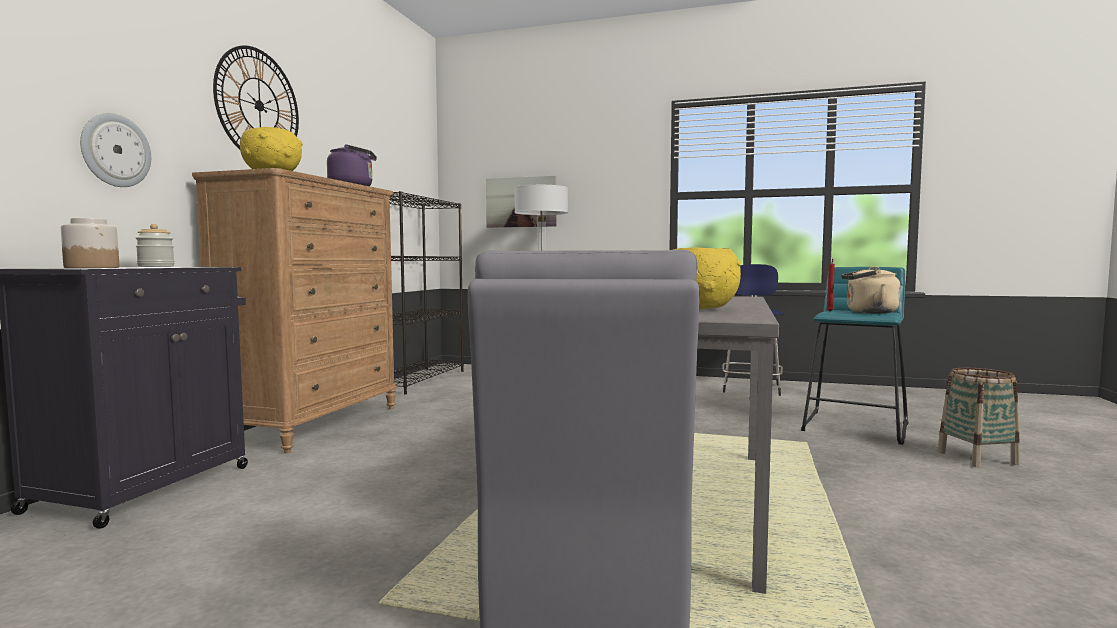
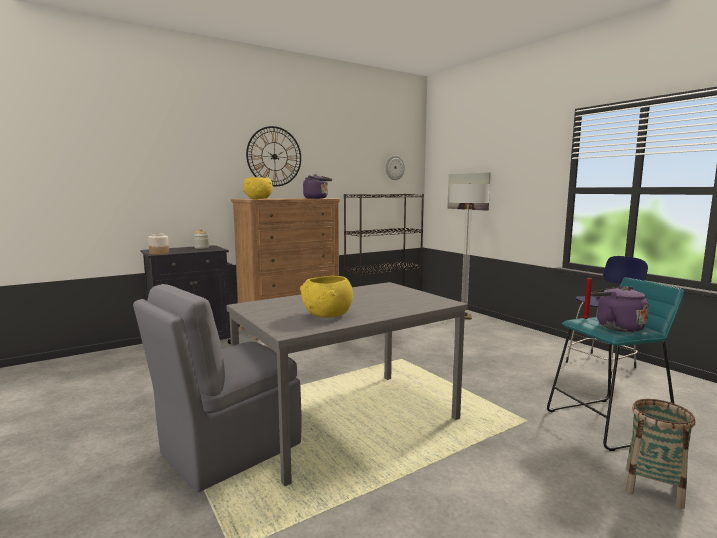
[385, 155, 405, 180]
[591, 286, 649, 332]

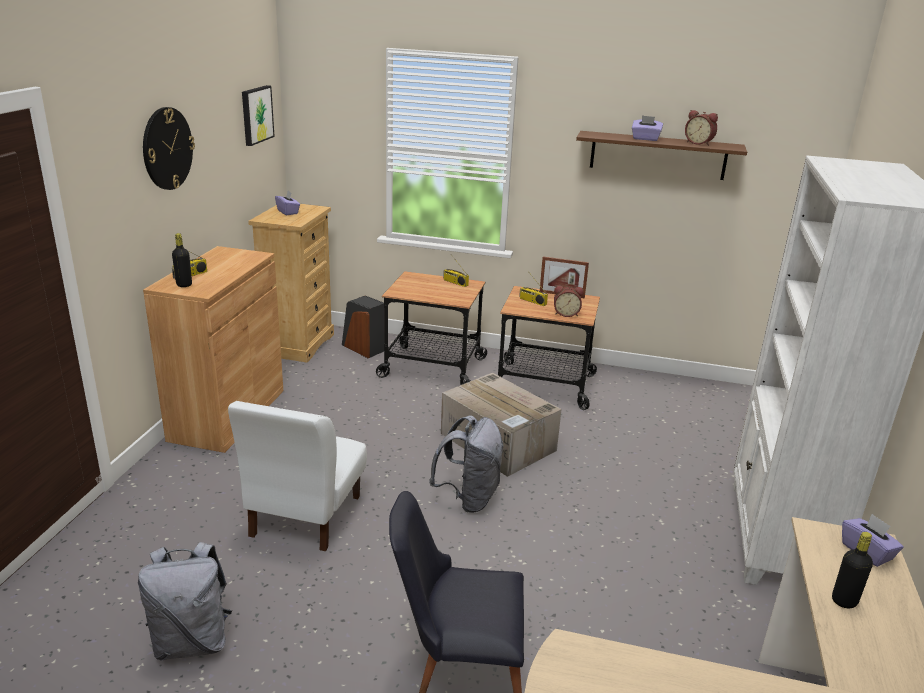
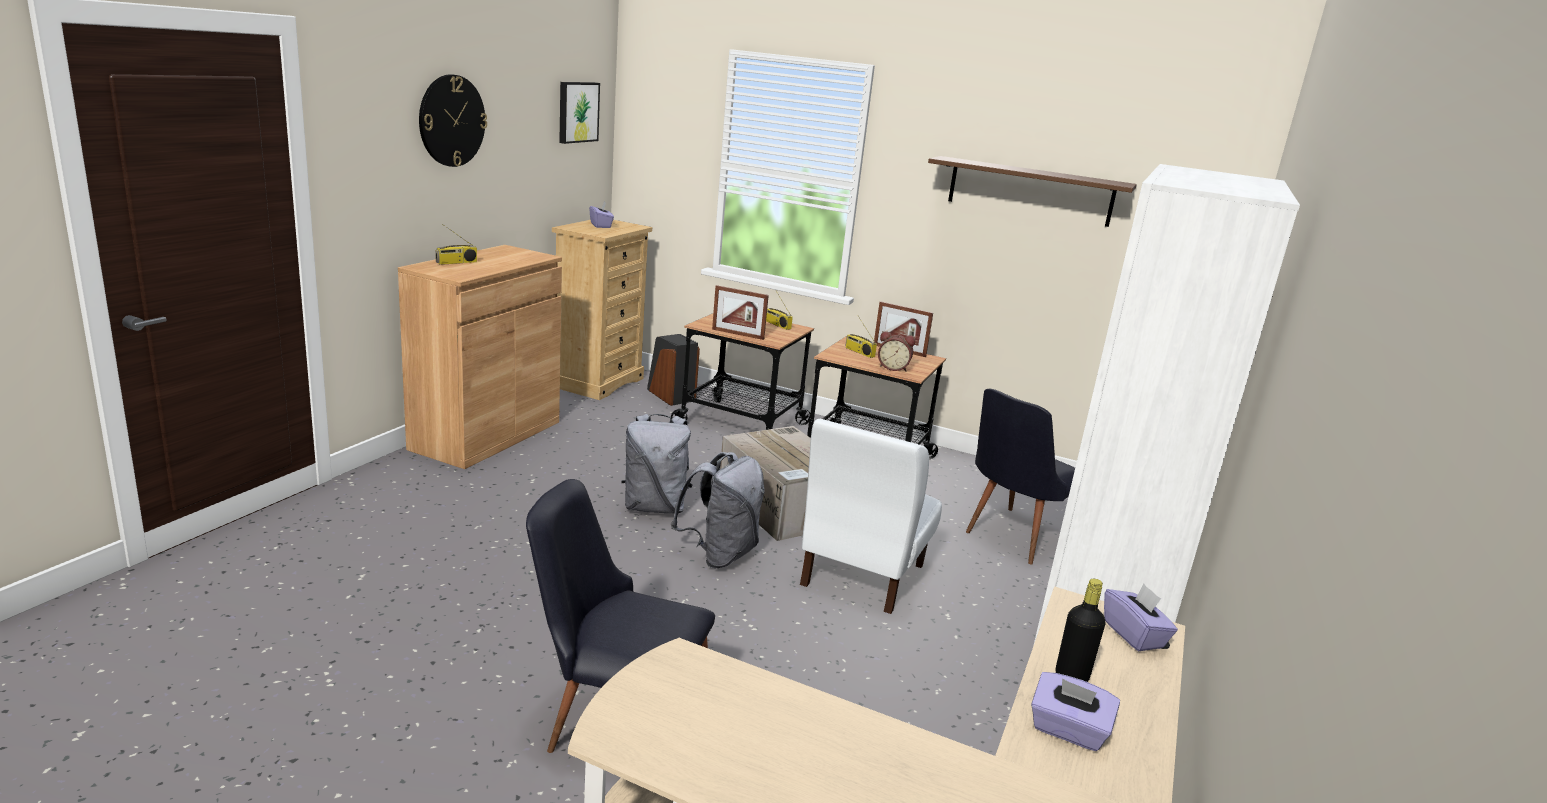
[621, 414, 693, 514]
[712, 285, 769, 340]
[800, 419, 942, 614]
[966, 389, 1075, 565]
[1031, 672, 1120, 751]
[172, 233, 192, 287] (first image)
[685, 110, 718, 146] (first image)

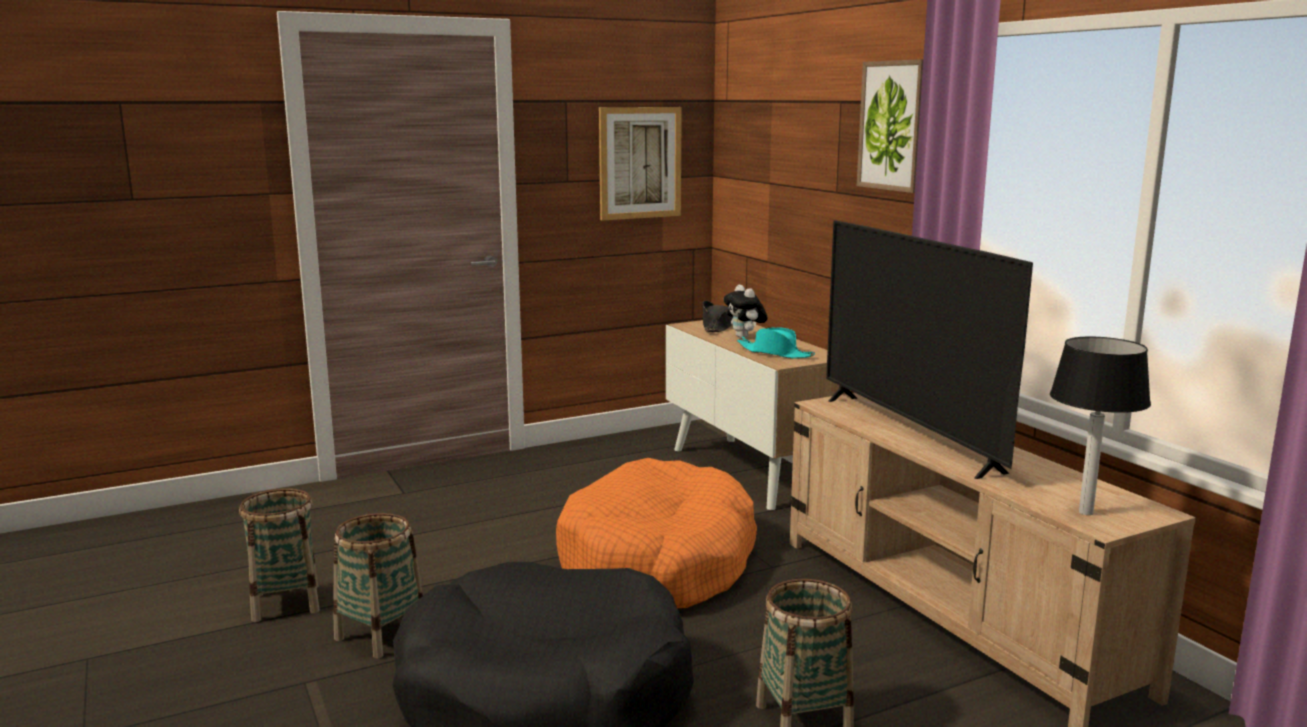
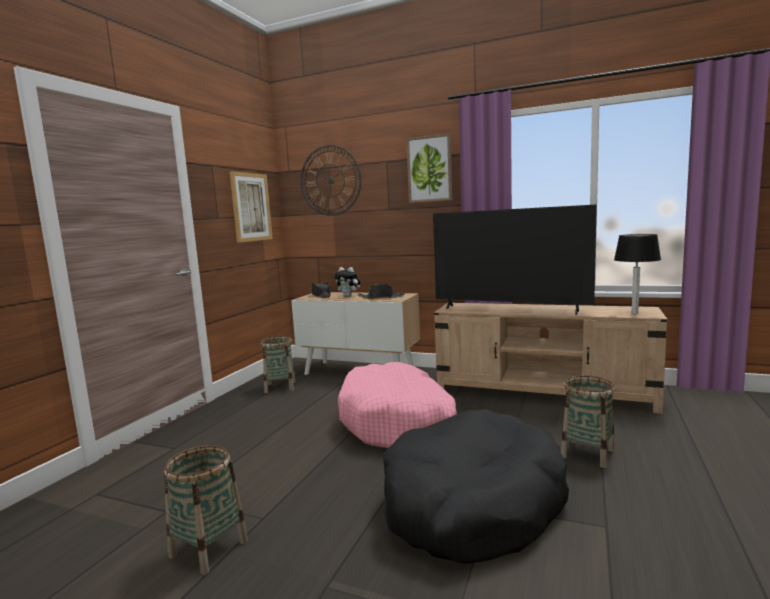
[260, 336, 296, 393]
[301, 145, 361, 216]
[338, 362, 457, 448]
[358, 284, 405, 299]

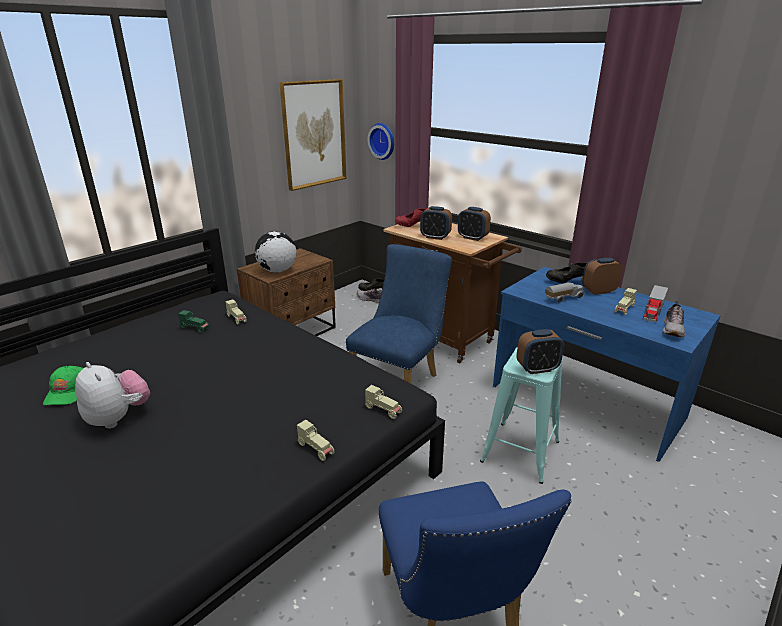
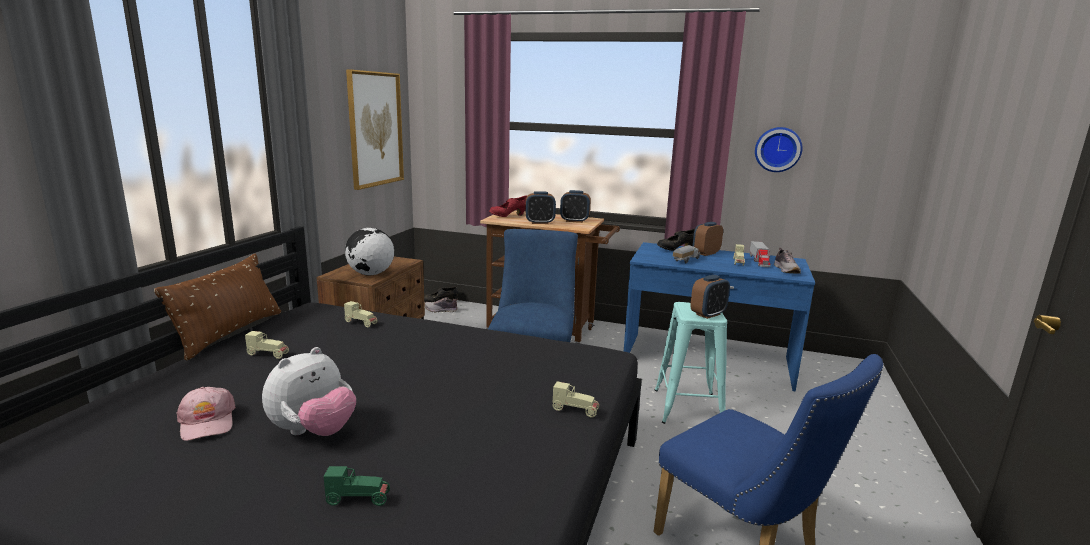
[154, 253, 281, 361]
[176, 387, 236, 441]
[245, 331, 289, 359]
[262, 347, 356, 436]
[324, 466, 390, 506]
[755, 127, 802, 172]

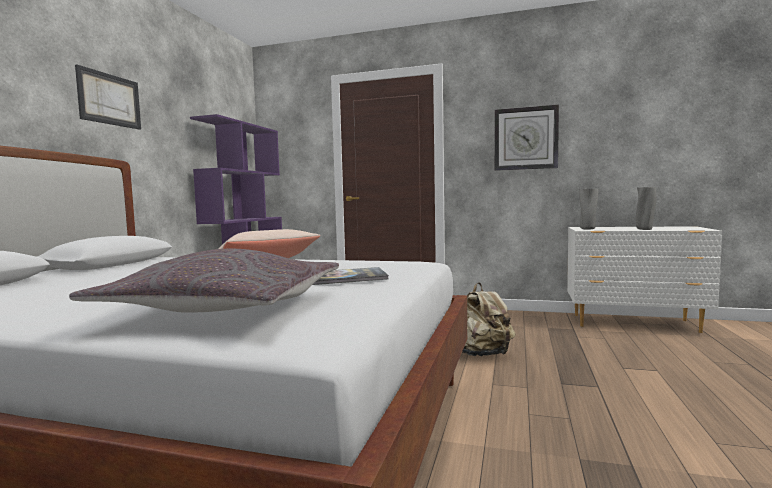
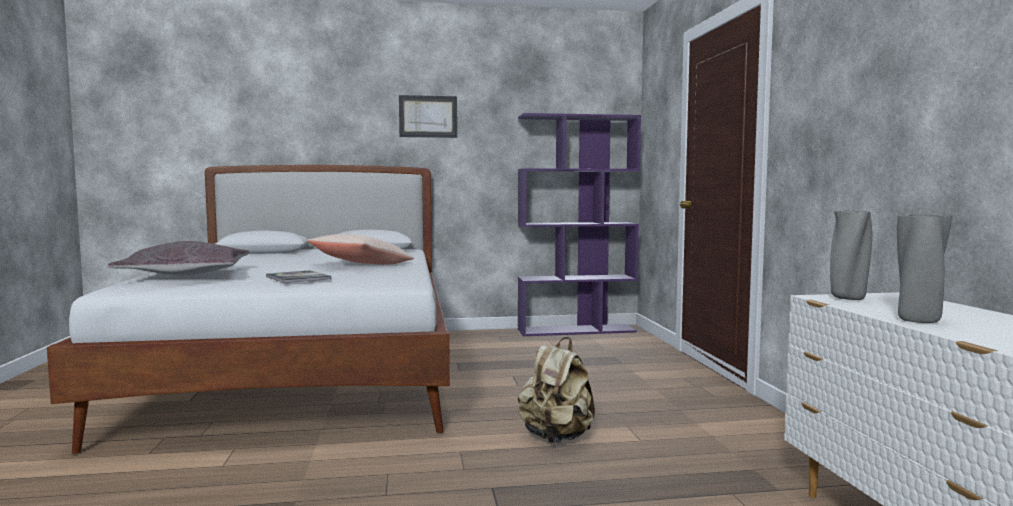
[495, 105, 559, 171] (first image)

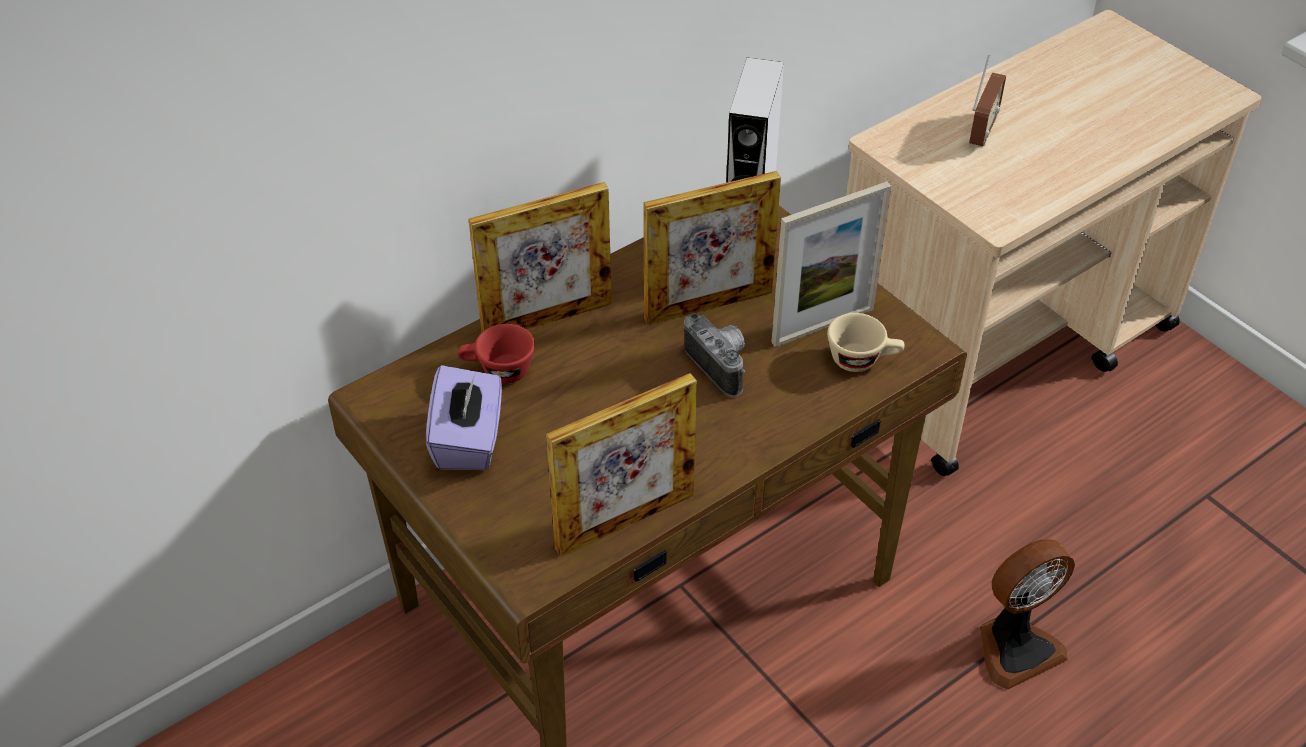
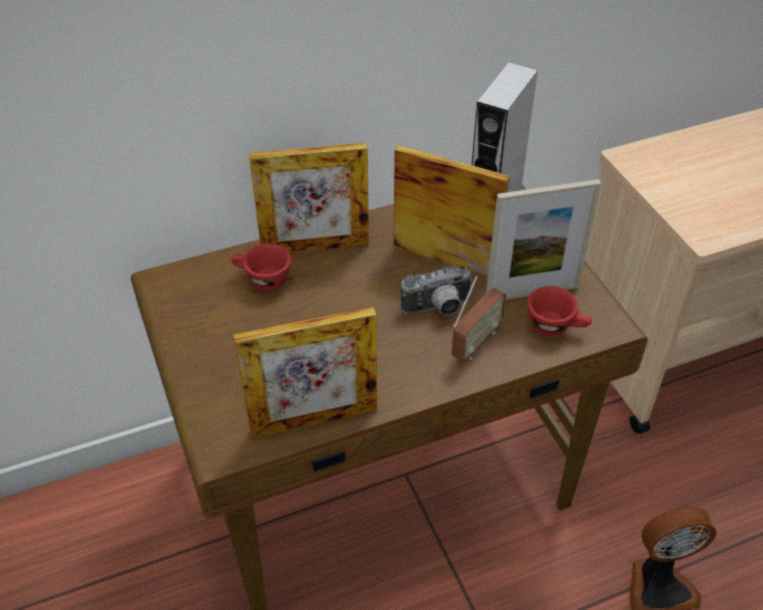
[393, 145, 510, 276]
[401, 266, 473, 315]
[451, 276, 506, 362]
[527, 286, 592, 336]
[426, 365, 502, 470] (first image)

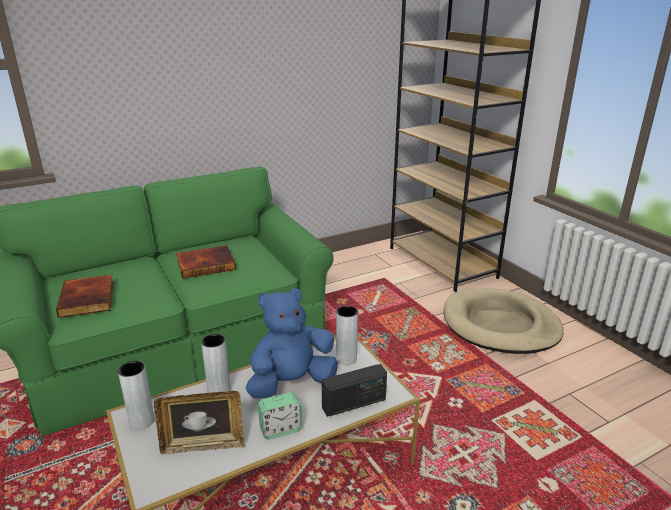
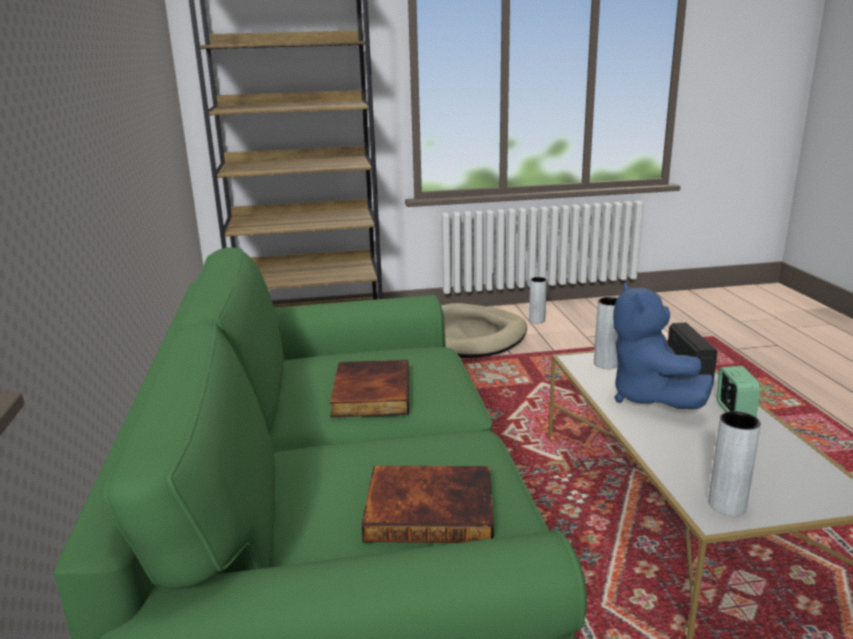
[529, 277, 547, 323]
[154, 391, 244, 455] (first image)

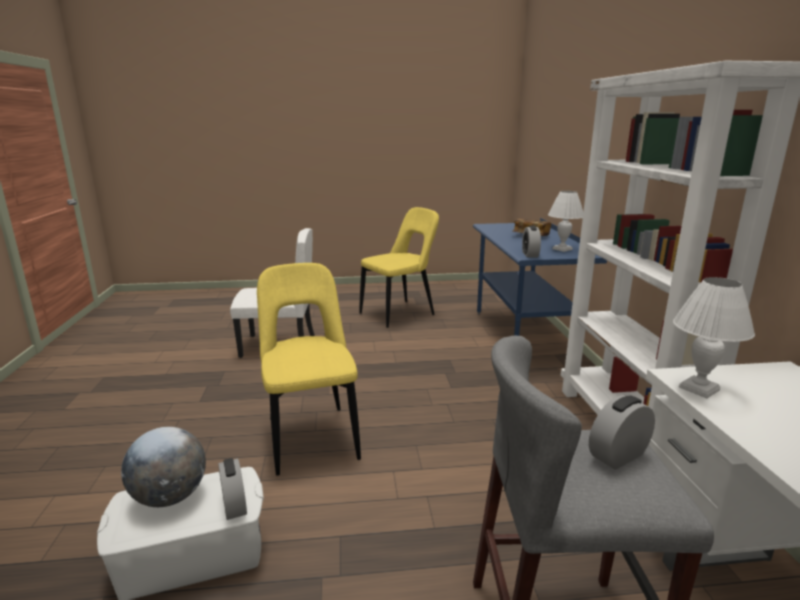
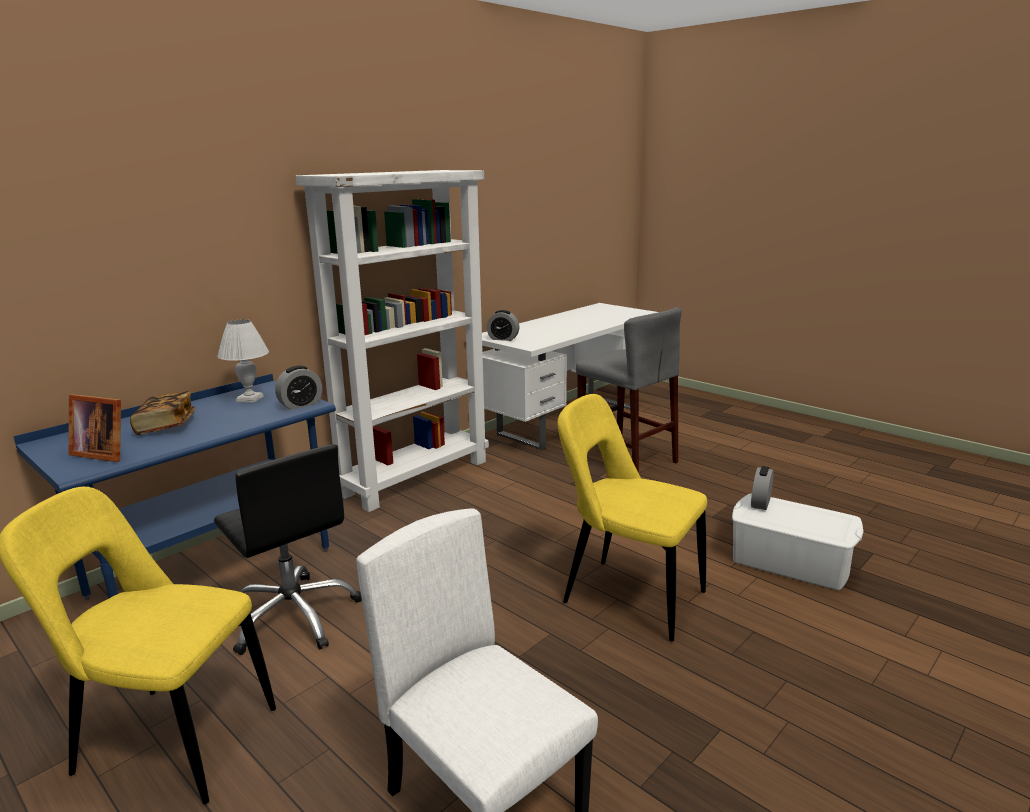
[68, 394, 121, 462]
[214, 444, 362, 655]
[487, 310, 519, 341]
[557, 394, 707, 641]
[121, 427, 206, 507] (first image)
[673, 277, 755, 398] (first image)

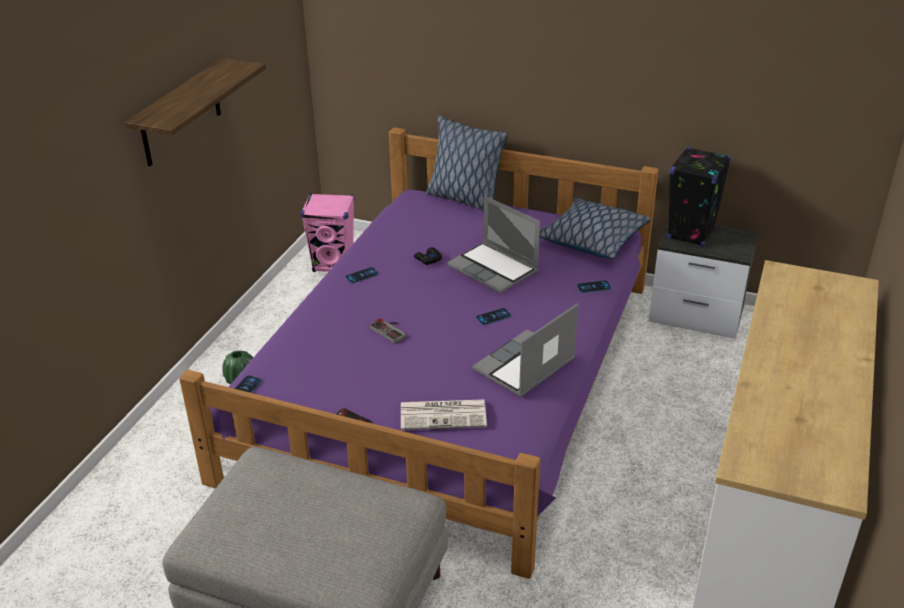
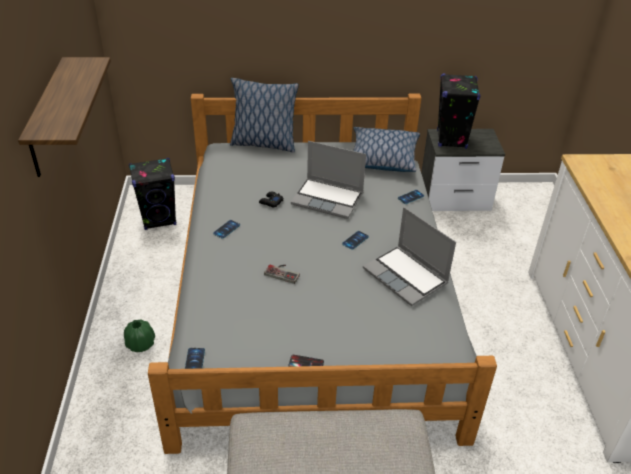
[129, 158, 176, 230]
[148, 93, 497, 454]
[363, 207, 456, 306]
[401, 399, 487, 430] (first image)

